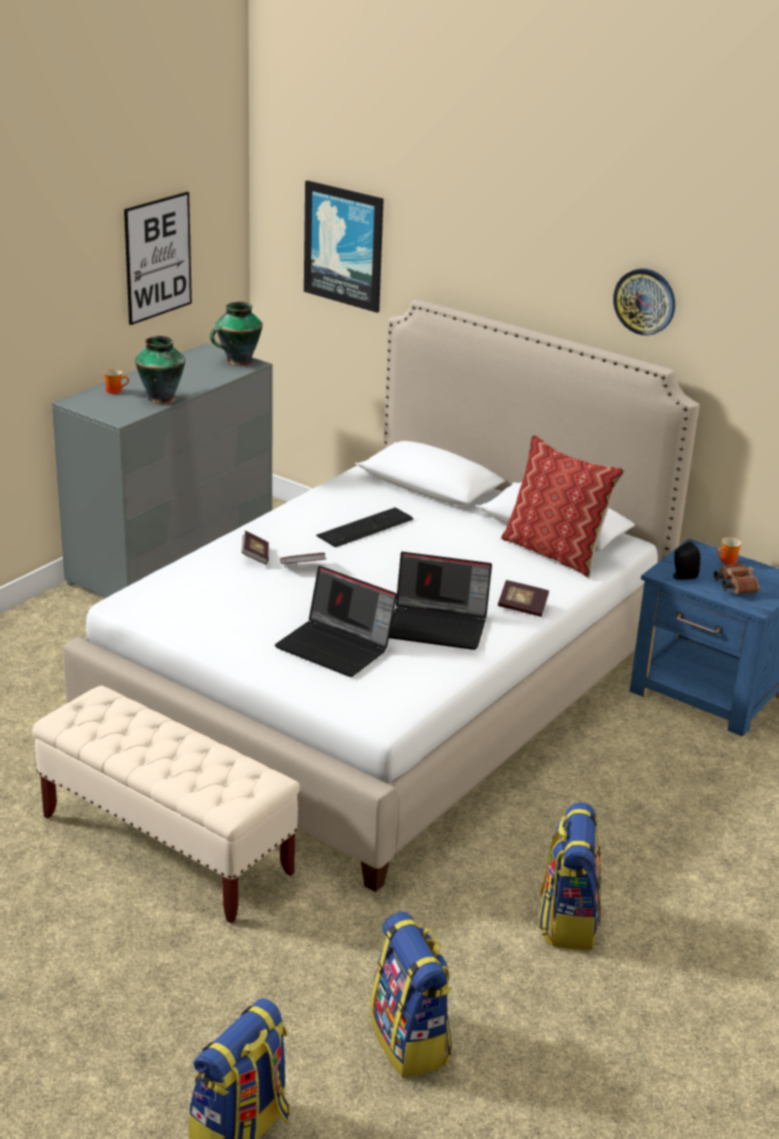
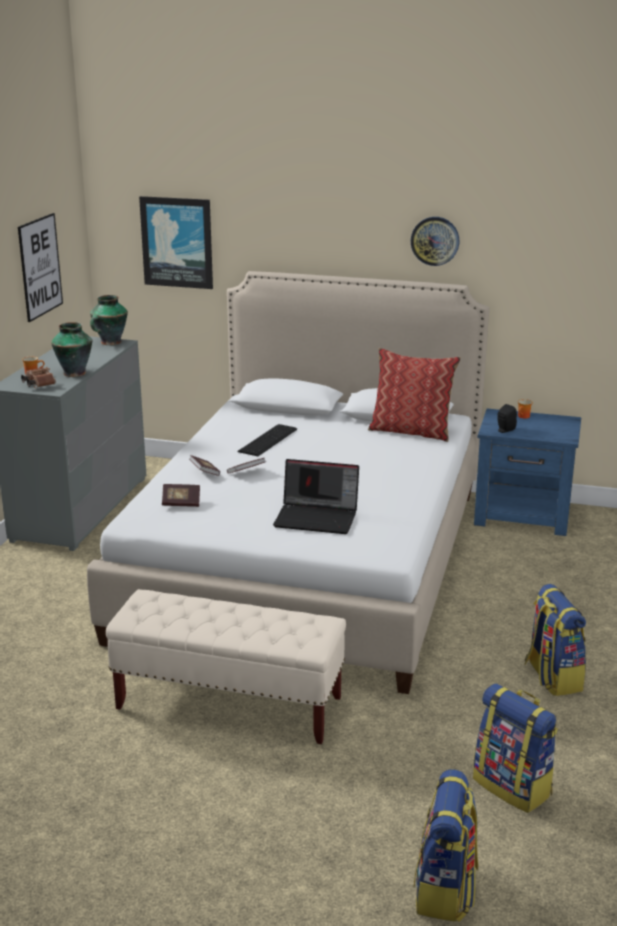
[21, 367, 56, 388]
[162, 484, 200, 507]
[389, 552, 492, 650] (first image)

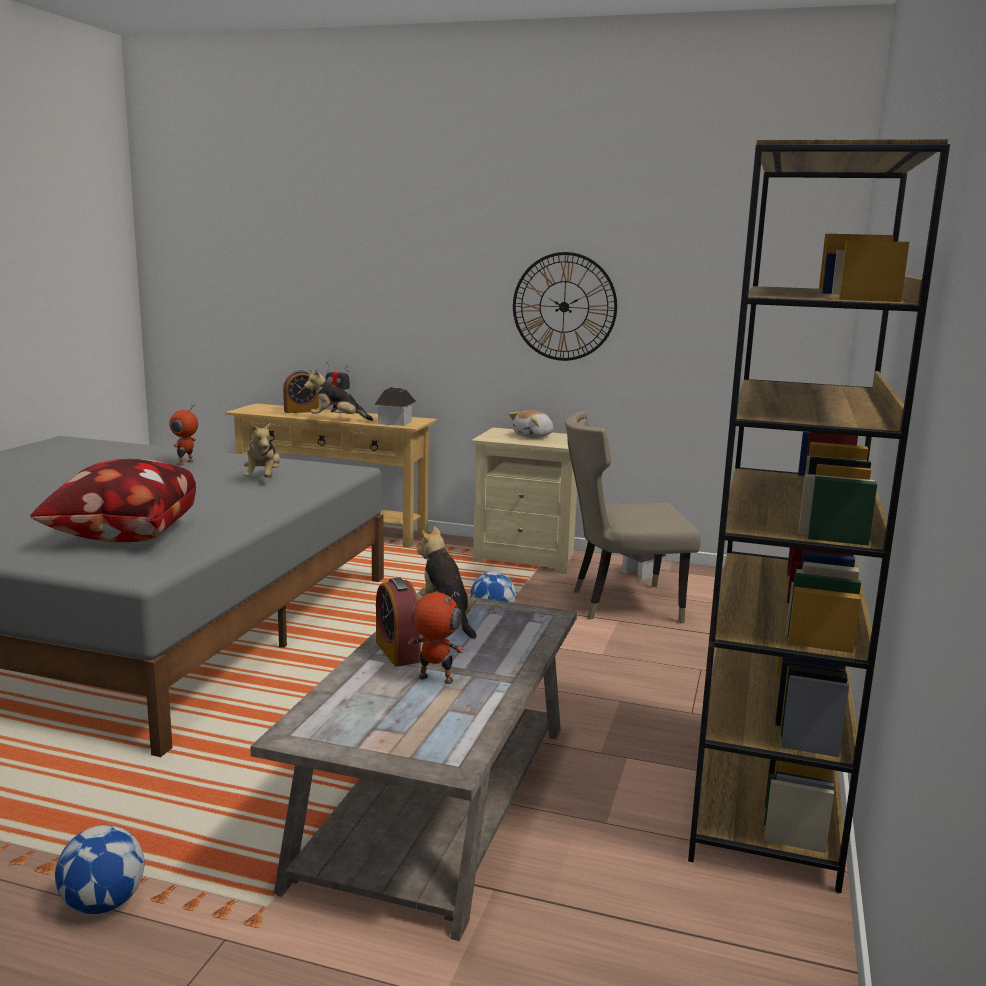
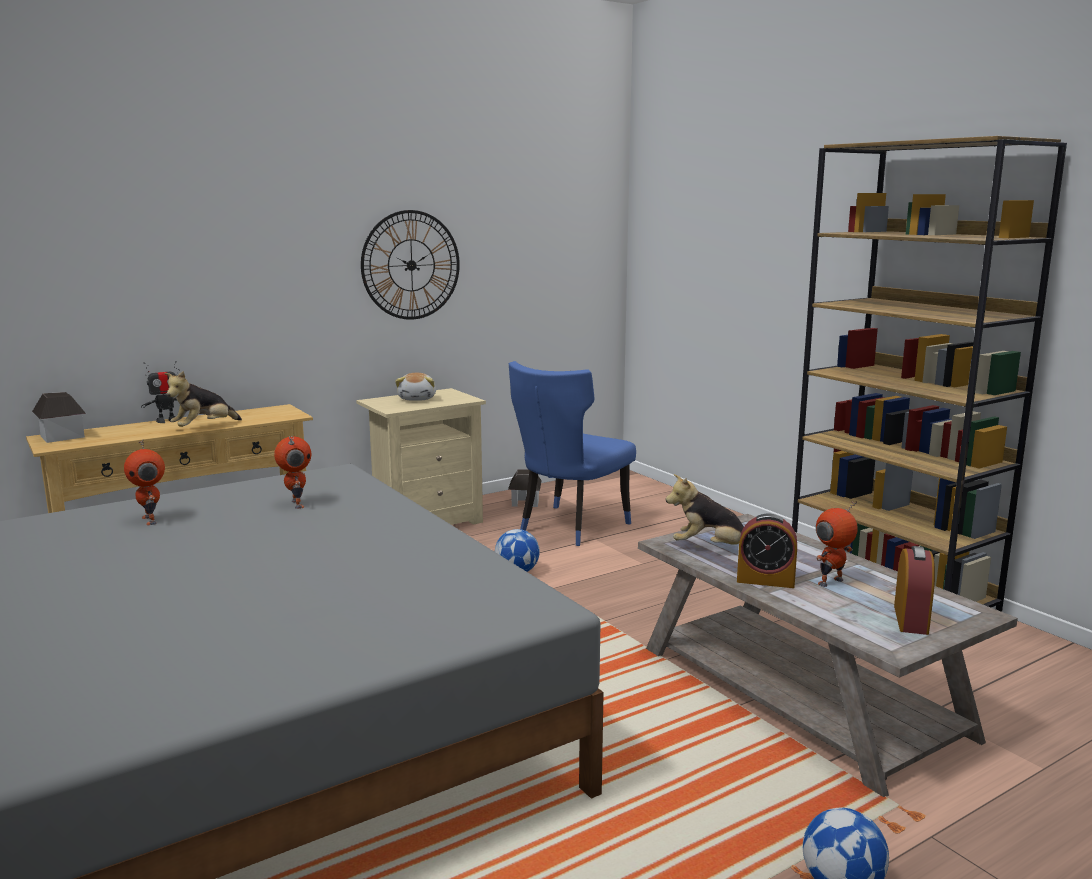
[32, 392, 86, 443]
[274, 436, 311, 509]
[509, 361, 636, 546]
[894, 546, 935, 635]
[30, 459, 196, 542] (first image)

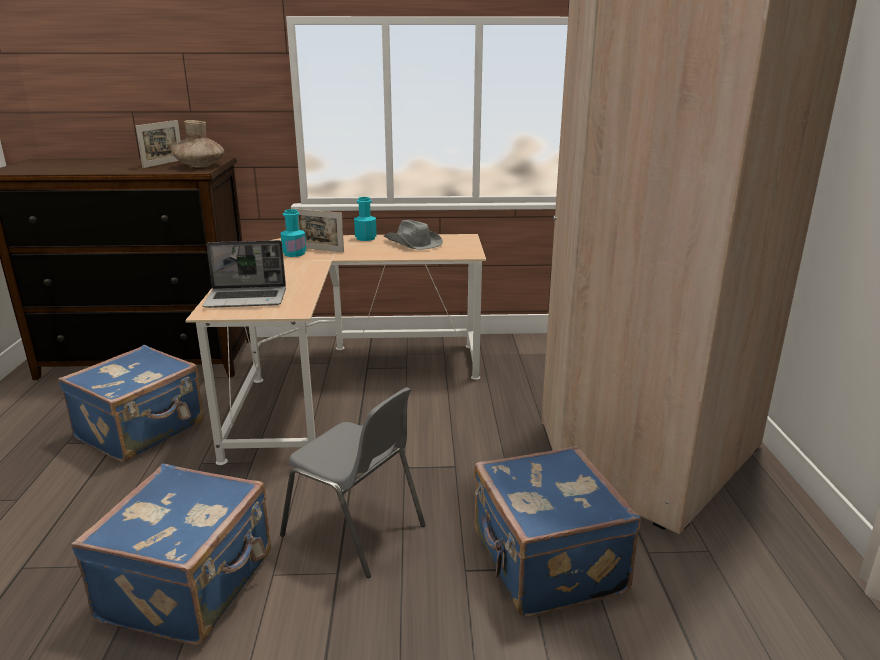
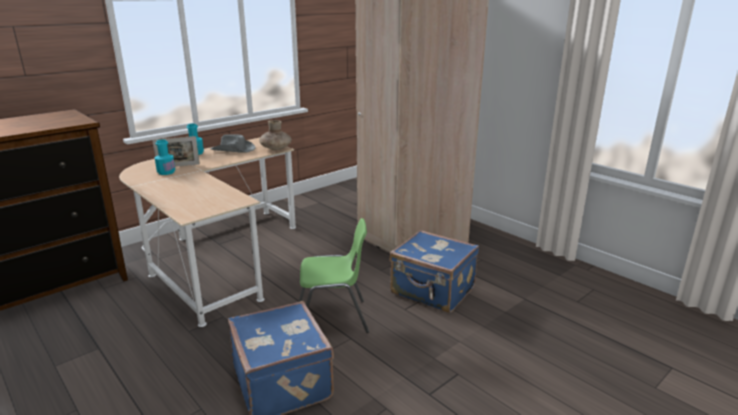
[259, 120, 292, 150]
[299, 218, 369, 333]
[58, 345, 204, 462] (first image)
[136, 120, 181, 168] (first image)
[202, 240, 286, 308] (first image)

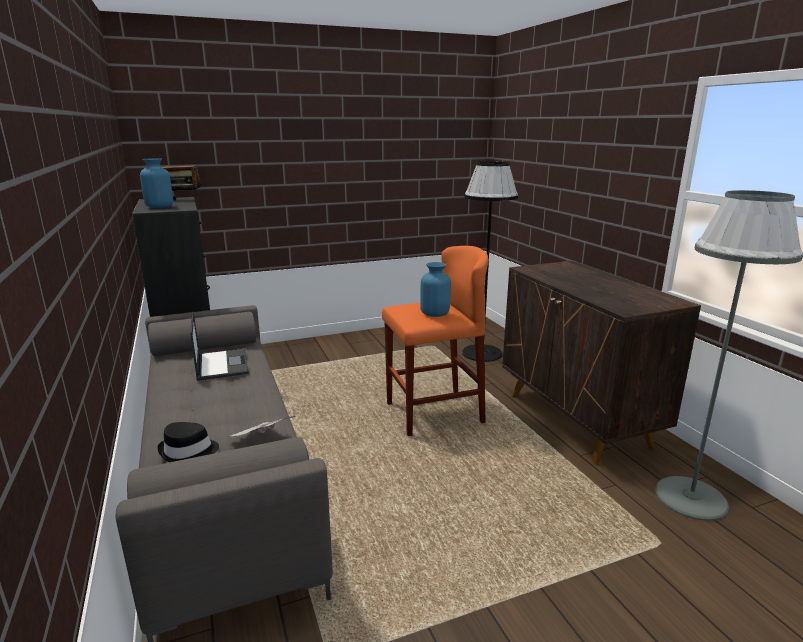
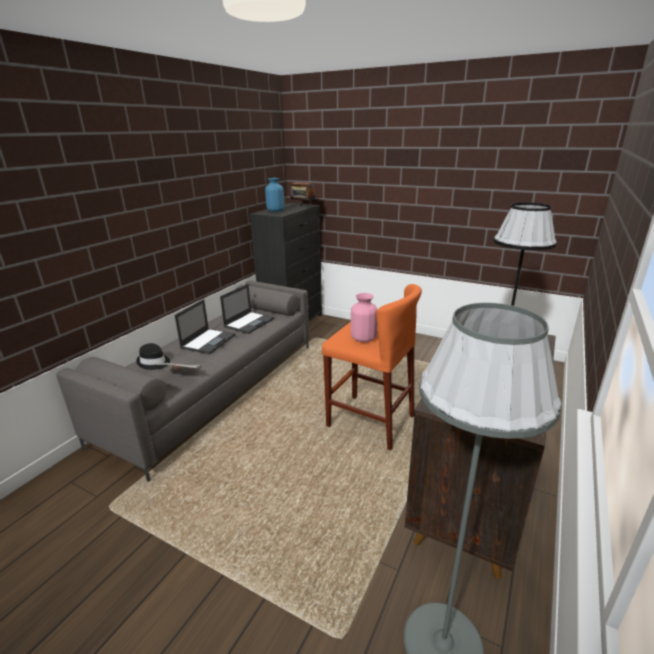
[174, 299, 235, 354]
[351, 293, 377, 342]

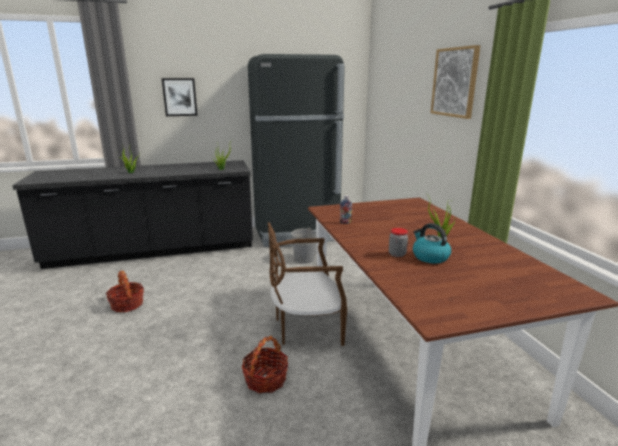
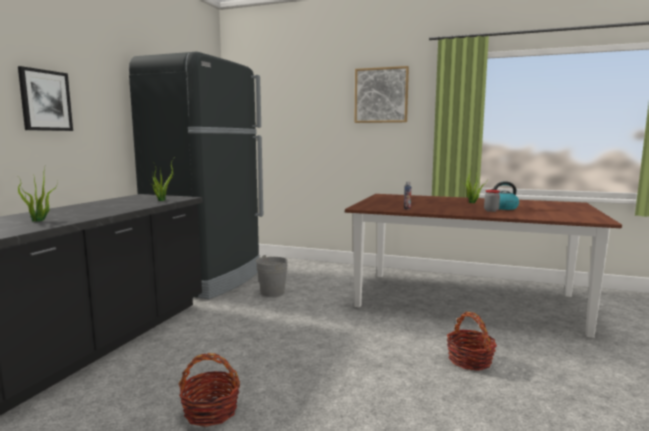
[268, 222, 347, 346] (first image)

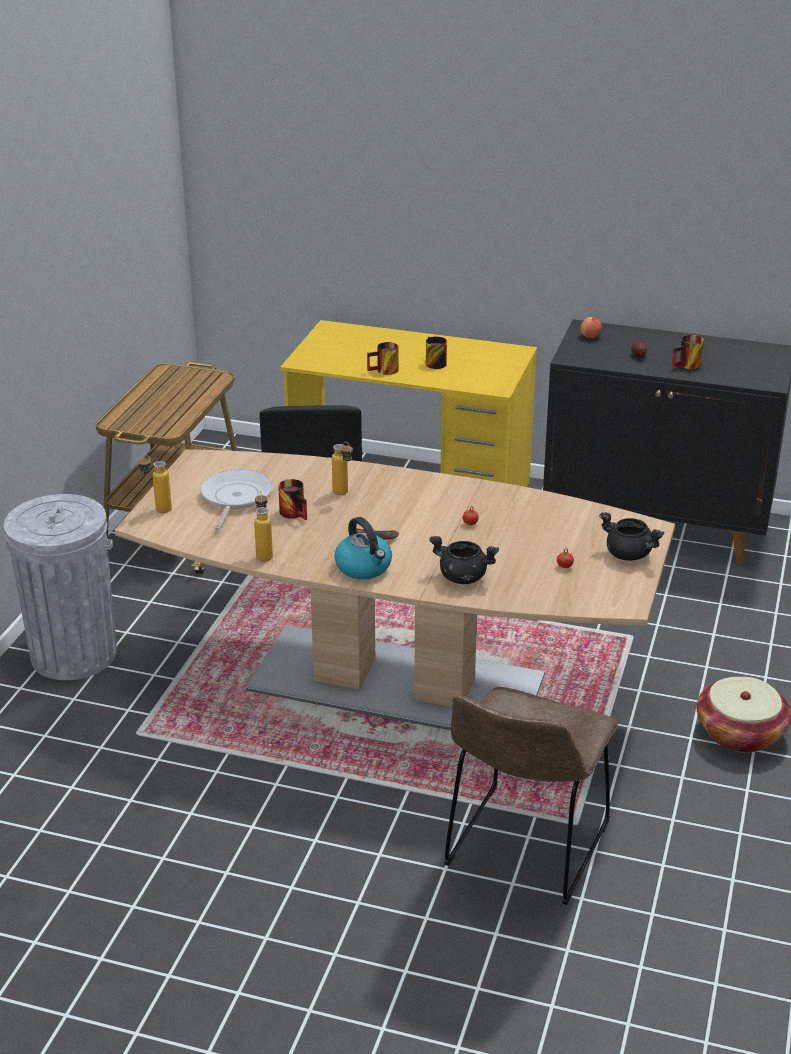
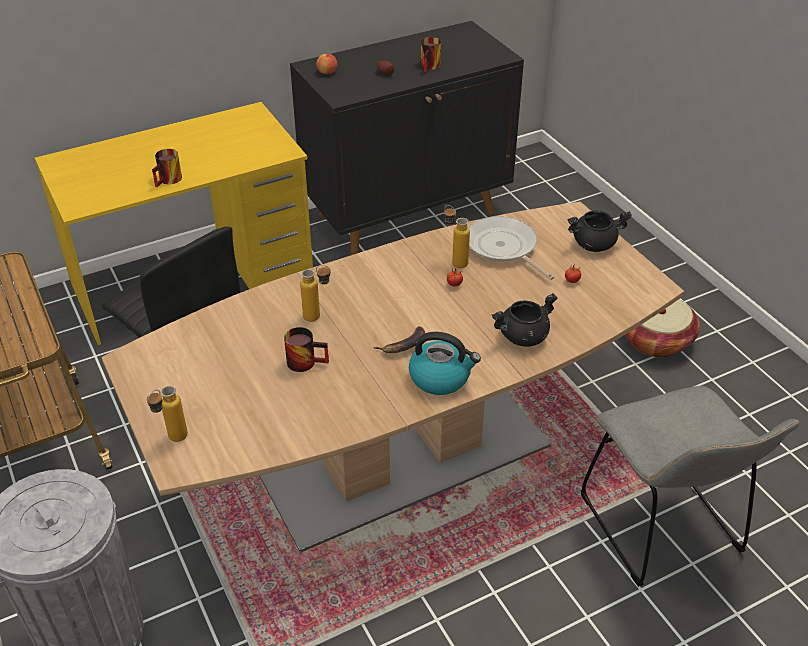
[444, 205, 470, 268]
[468, 216, 554, 280]
[581, 386, 799, 587]
[426, 337, 447, 369] (first image)

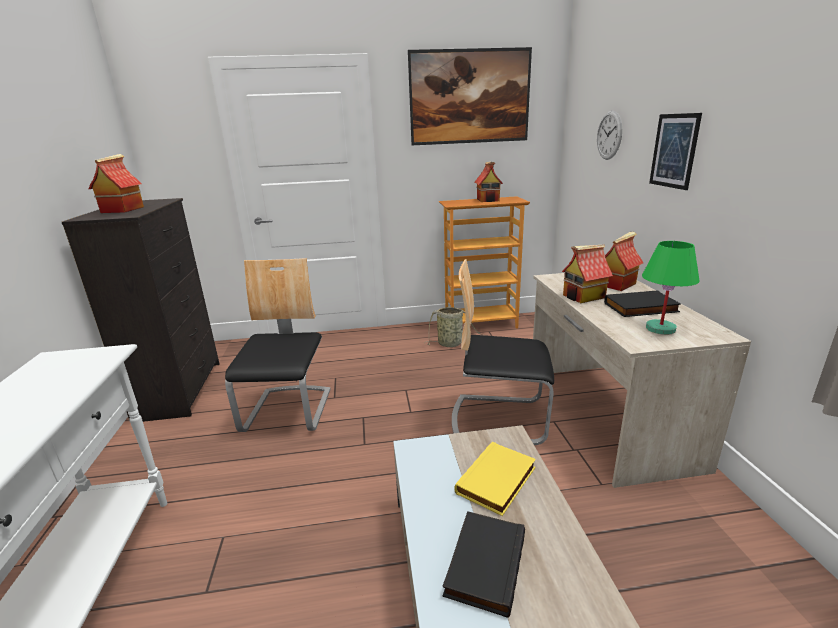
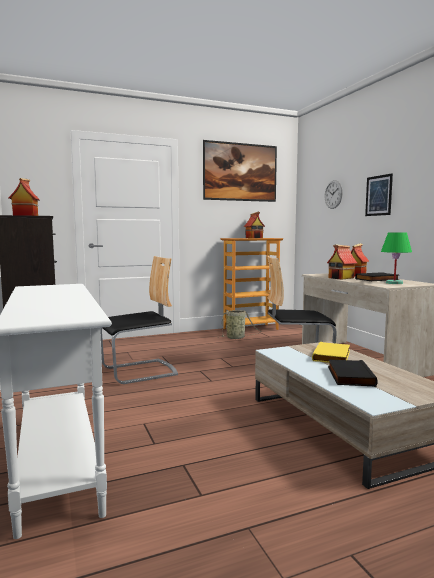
[100, 256, 178, 384]

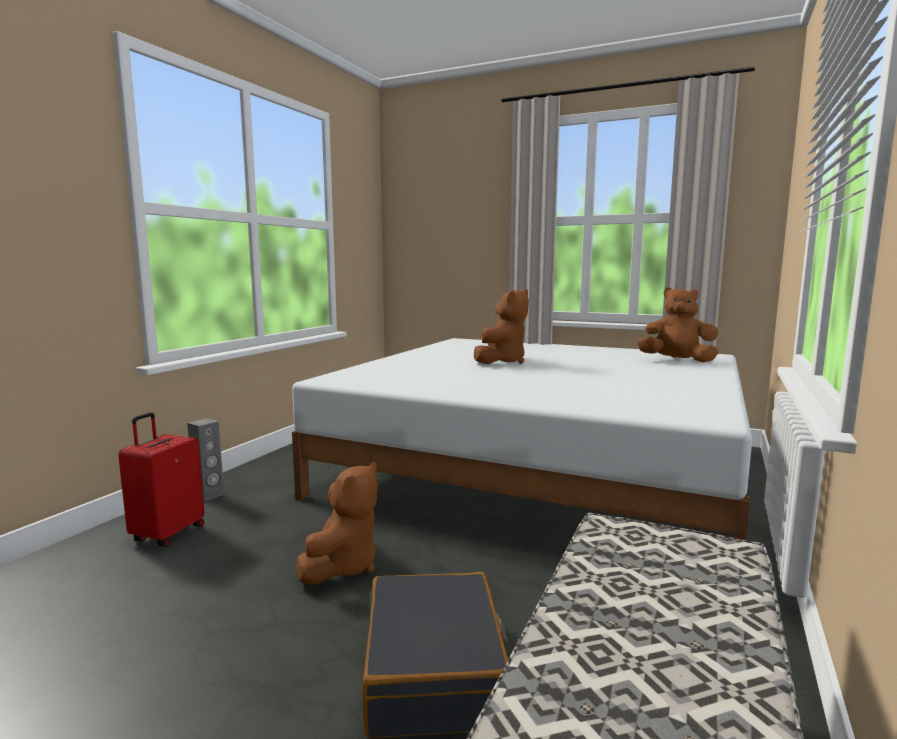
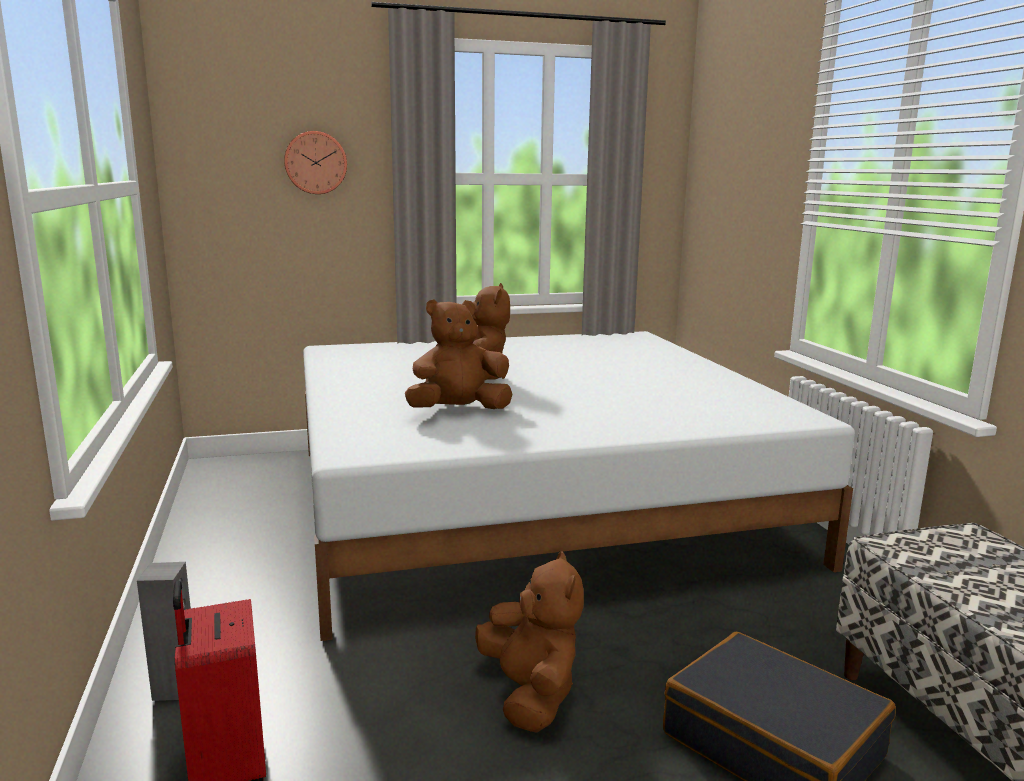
[284, 131, 347, 194]
[405, 299, 512, 409]

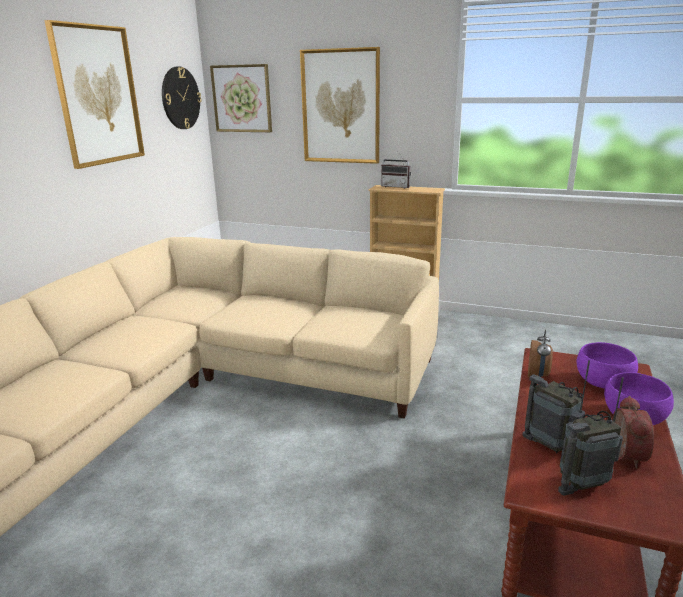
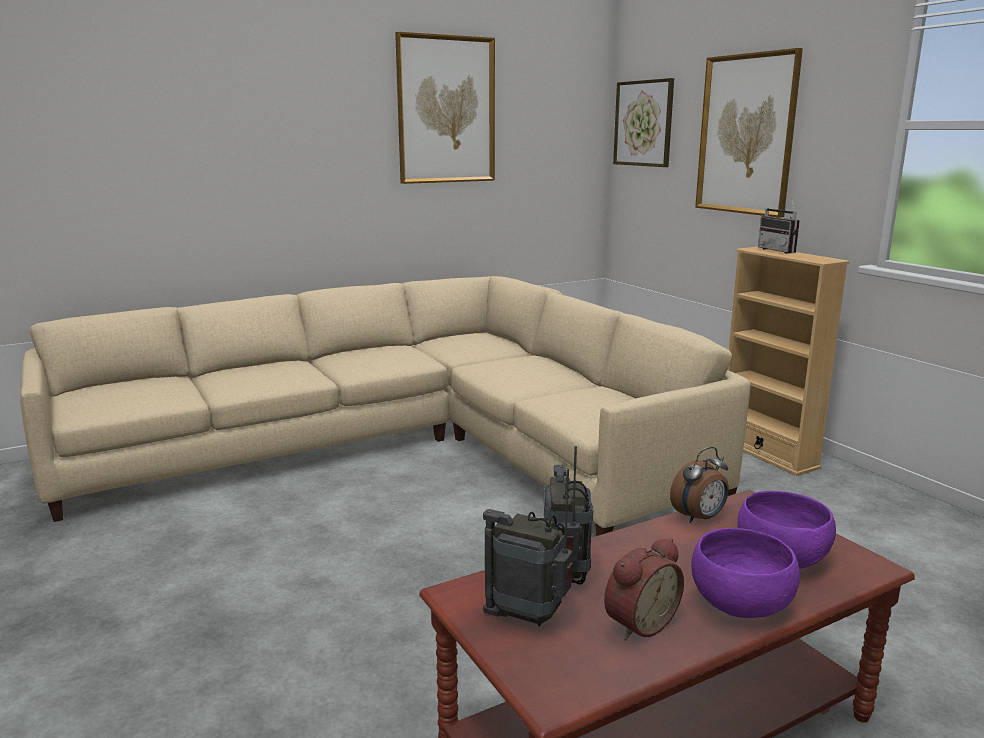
[162, 66, 202, 129] (first image)

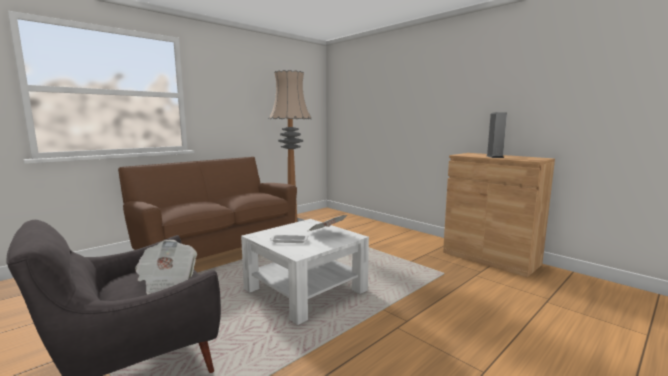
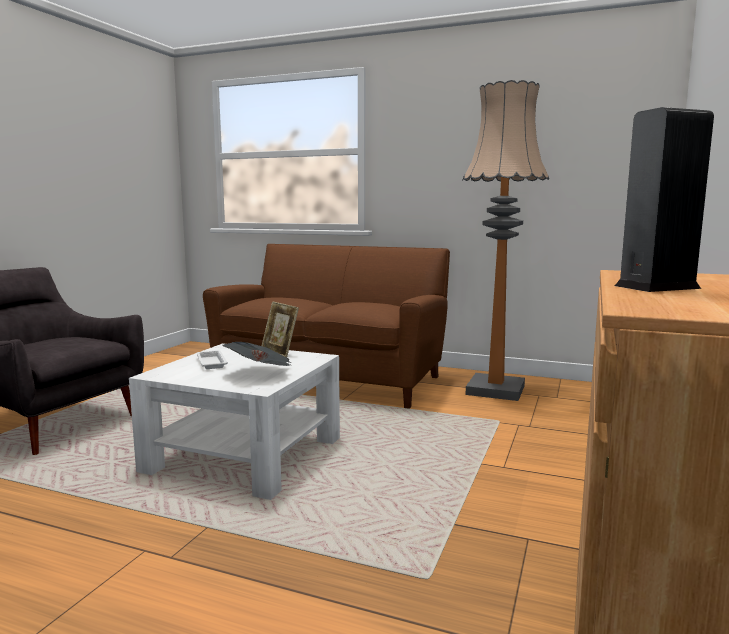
[262, 301, 299, 357]
[135, 240, 197, 295] (first image)

